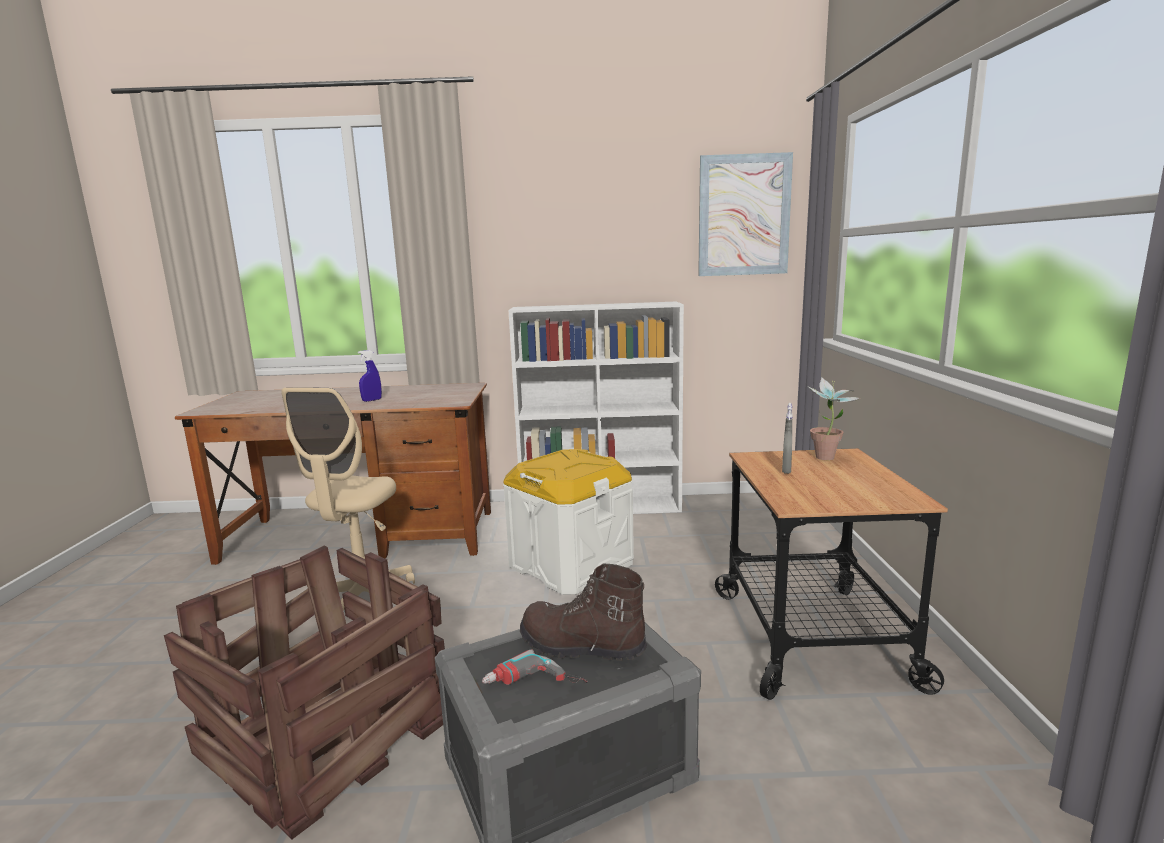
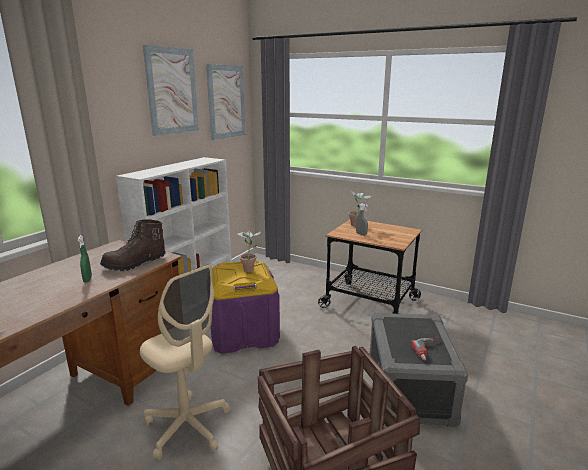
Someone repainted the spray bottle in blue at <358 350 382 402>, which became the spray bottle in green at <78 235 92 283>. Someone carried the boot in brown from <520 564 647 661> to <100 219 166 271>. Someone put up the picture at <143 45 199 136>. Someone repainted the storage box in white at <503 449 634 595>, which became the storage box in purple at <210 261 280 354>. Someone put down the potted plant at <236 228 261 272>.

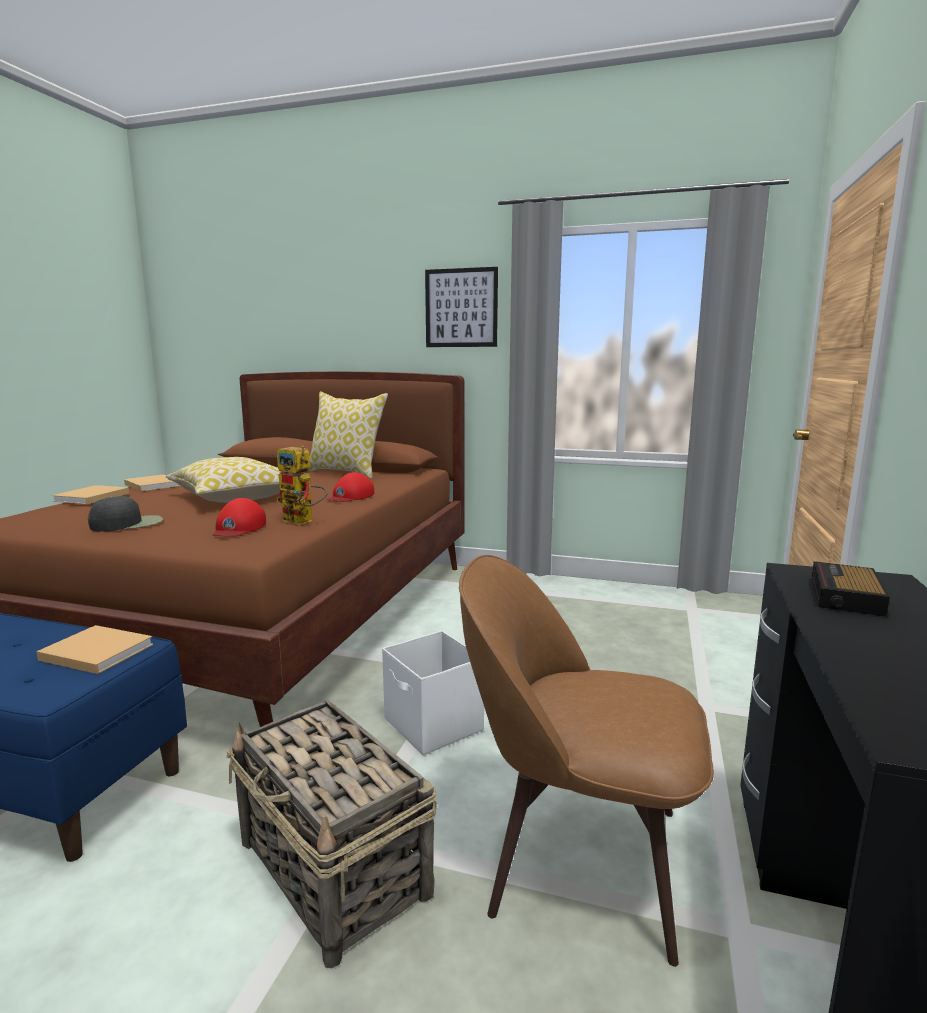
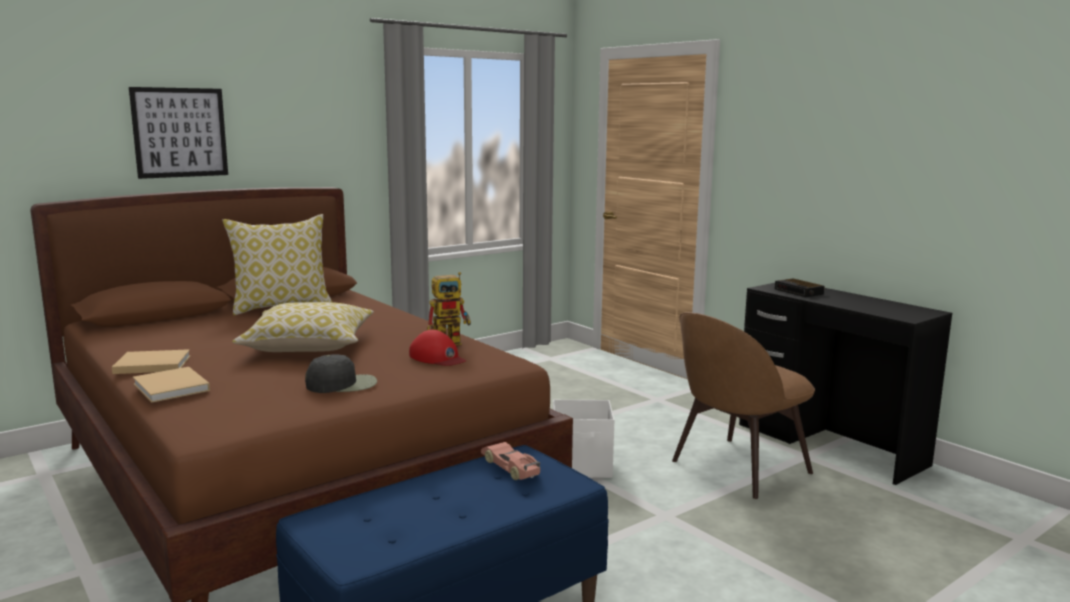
Someone carried the picture from <425 267 498 347> to <129 87 228 179>. Someone rotated the cap in black at <88 496 163 532> by 75 degrees clockwise. Someone swapped the book in beige at <36 625 153 674> for the toy car at <481 442 540 480>. Someone took away the basket at <226 700 437 968>. Someone took away the cap in red at <327 472 374 502>.

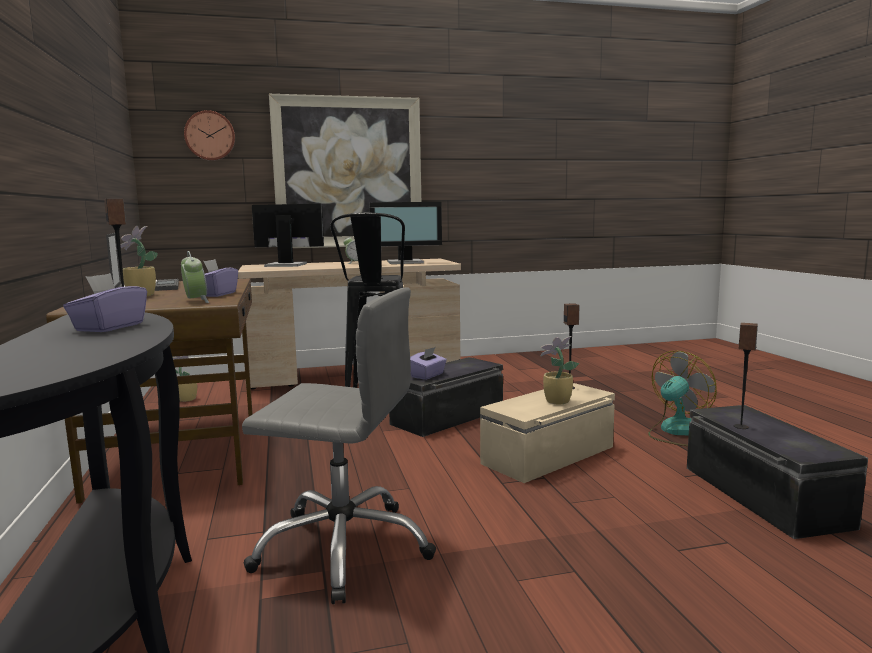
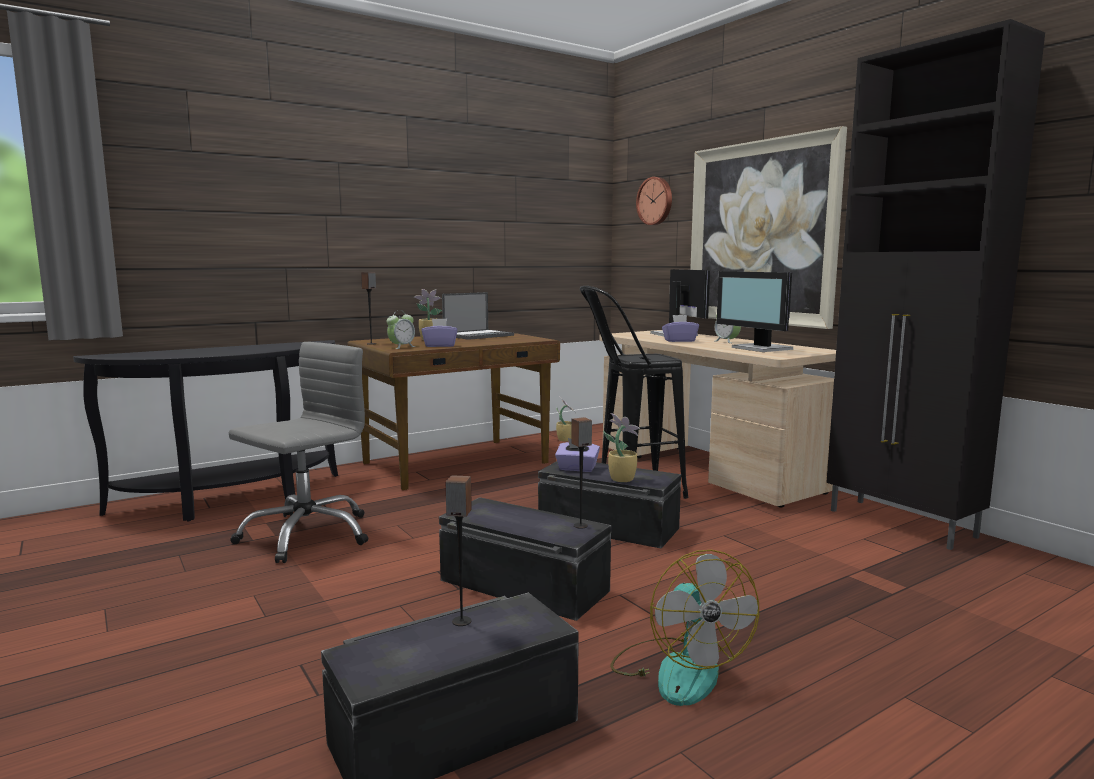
Someone rotated the office chair in grey at <242 287 436 604> by 135 degrees counterclockwise. Someone repainted the storage box in beige at <480 383 615 483>, which became the storage box in black at <439 497 611 621>. Someone carried the potted plant from <540 336 579 405> to <603 413 640 482>. Someone rotated the fan at <648 350 717 446> by 45 degrees clockwise. Someone carried the tissue box in purple from <63 273 147 332> to <662 315 699 342>. Someone put down the cabinet in black at <826 19 1045 550>.

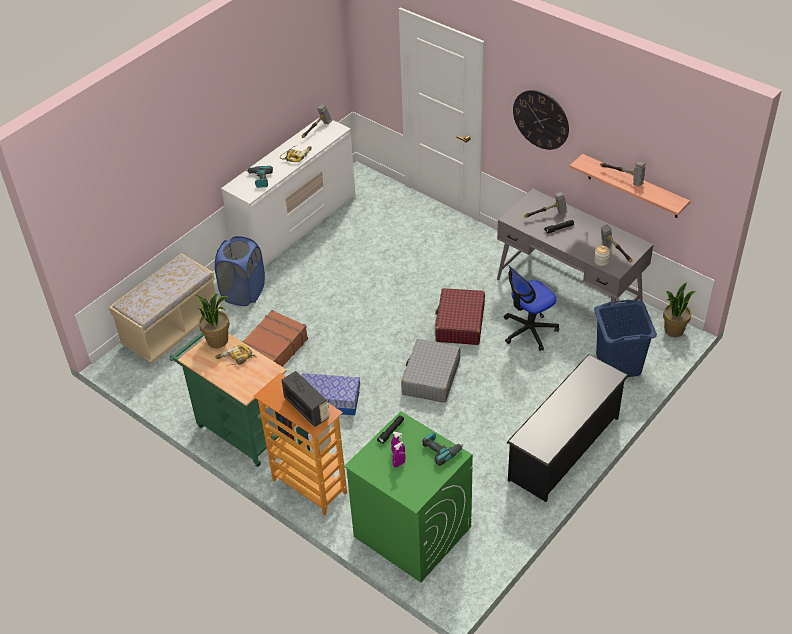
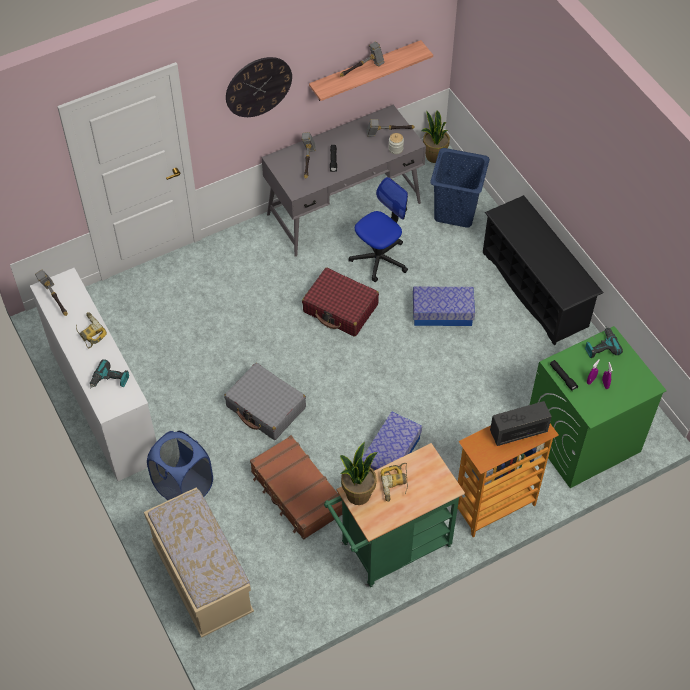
Someone carried the suitcase in grey from <401 339 460 403> to <224 363 306 440>. Someone rotated the office chair at <504 265 559 351> by 120 degrees counterclockwise. Someone put down the storage box at <413 287 475 326>.

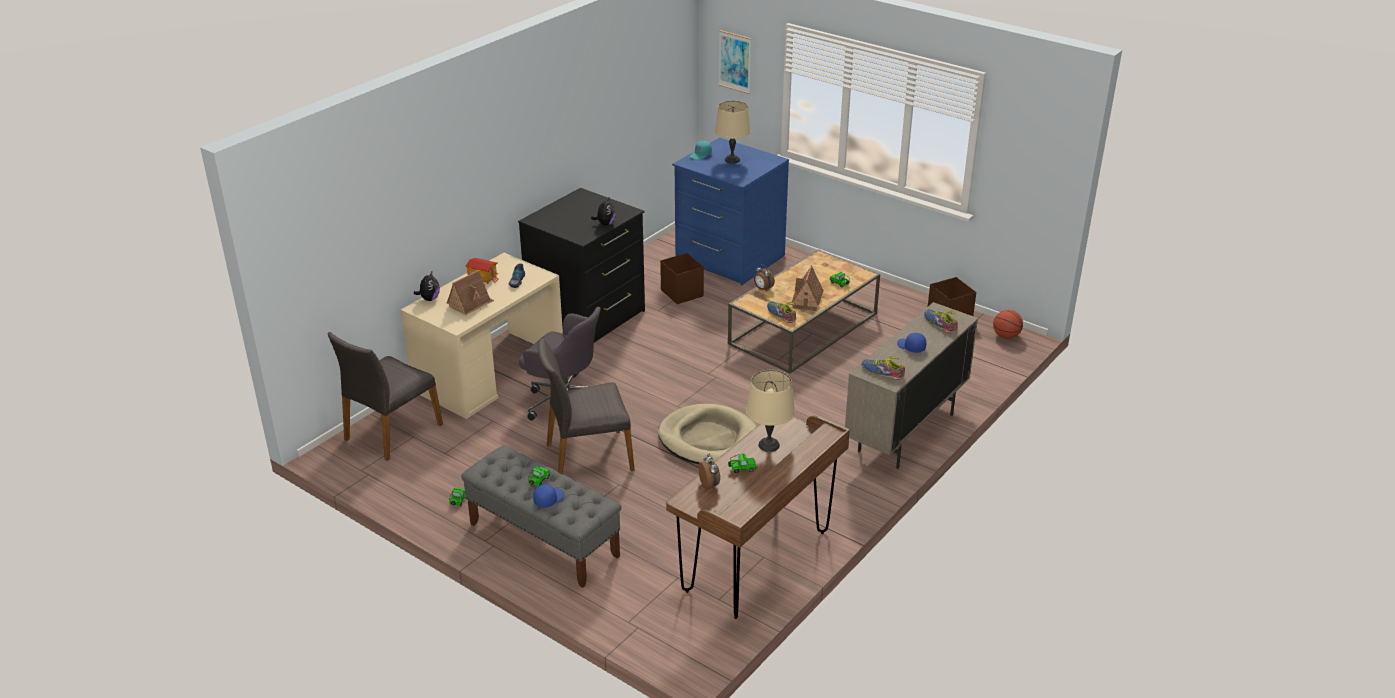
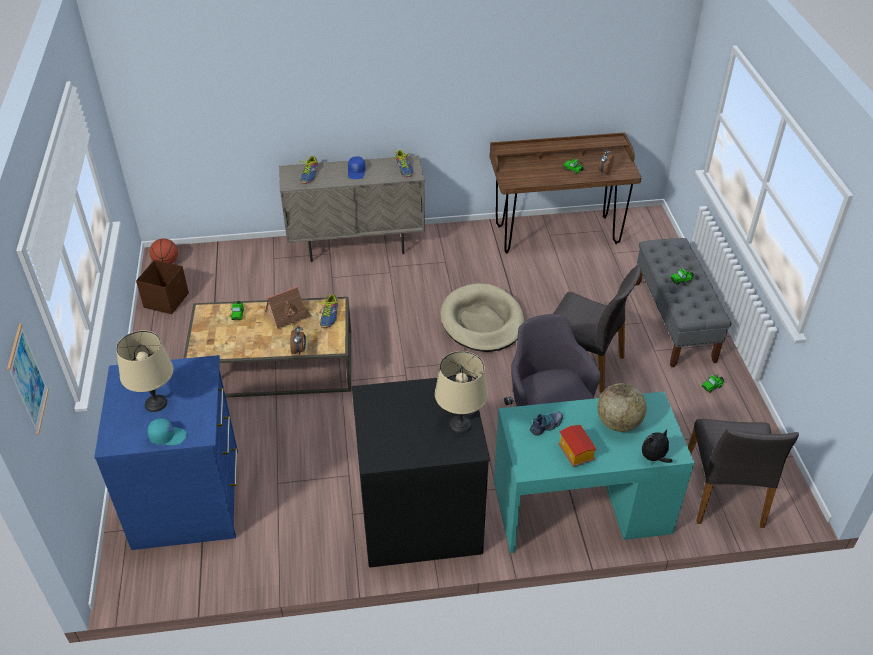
Someone carried the table lamp in beige from <746 370 795 452> to <435 351 488 434>. Someone repainted the desk in beige at <401 253 563 419>, which became the desk in turquoise at <494 392 694 553>. Someone swapped the toy house at <447 270 494 315> for the globe at <597 383 647 432>. Someone rotated the chair in grey at <328 332 443 461> by 105 degrees clockwise. Someone took away the cap in blue at <533 484 564 508>. Someone took away the plush toy at <591 198 616 226>. Someone took away the storage box in brown at <660 253 704 304>.

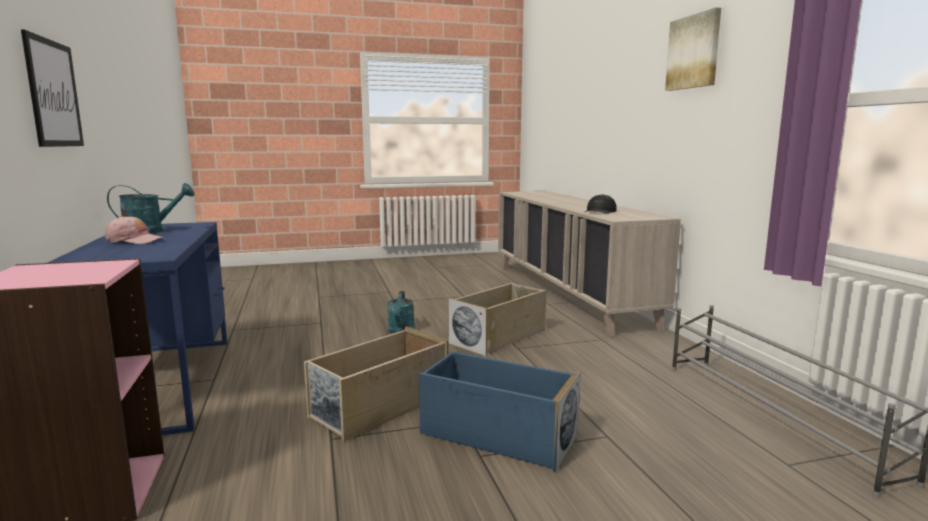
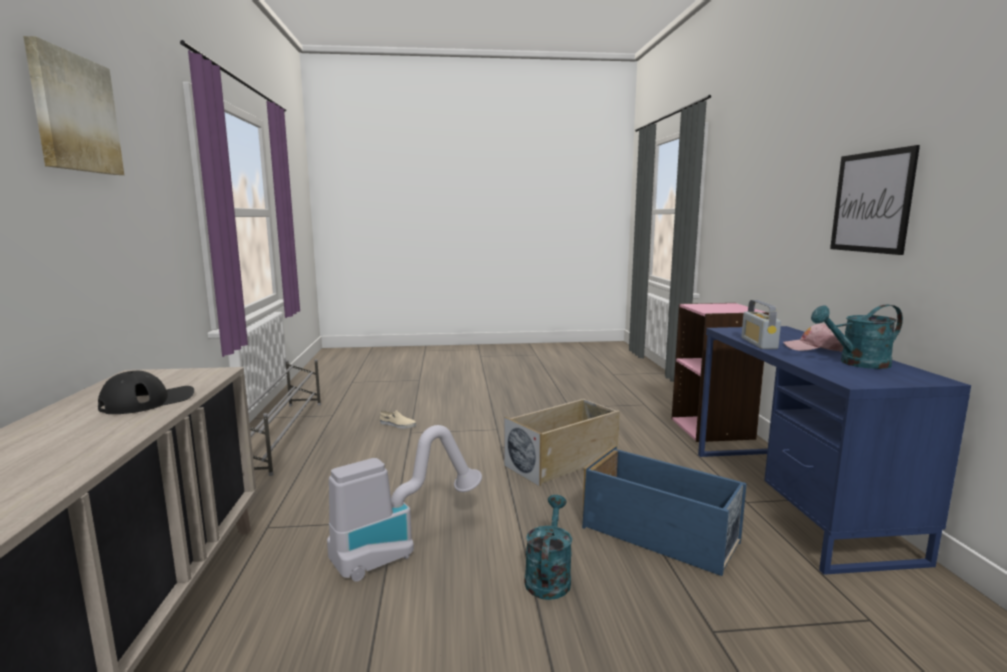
Someone swapped the storage box in beige at <448 283 546 356> for the vacuum cleaner at <327 425 482 582>. Someone put down the shoe in beige at <380 410 416 429>. Someone carried the storage box in blue from <419 351 581 472> to <582 445 747 576>. Someone put down the radio at <741 300 781 349>.

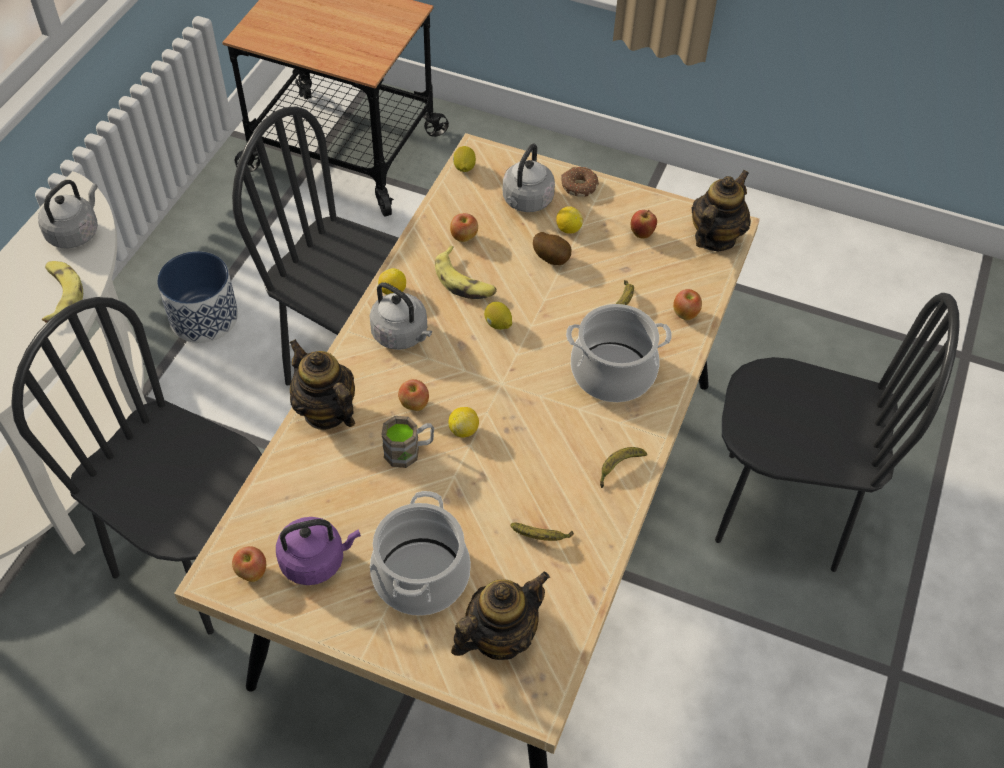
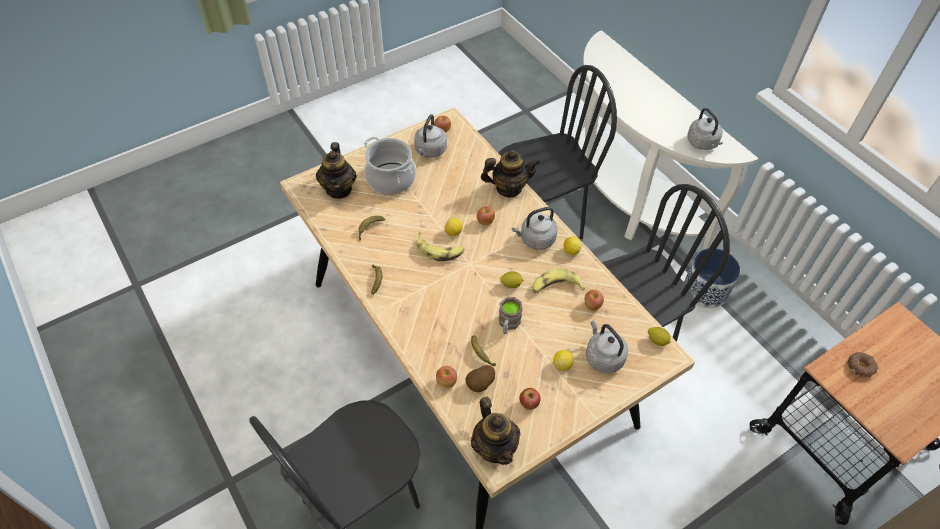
Someone repainted the kettle in purple at <276 517 361 585>, which became the kettle in grey at <414 114 447 158>. Someone carried the banana from <42 261 83 323> to <416 232 464 261>. Someone carried the potato from <533 232 571 265> to <465 365 495 392>. Someone carried the mug in brown from <381 416 434 468> to <499 297 523 334>. Someone carried the donut from <561 167 599 197> to <847 352 878 377>. Someone took away the cooking pot at <566 304 672 402>.

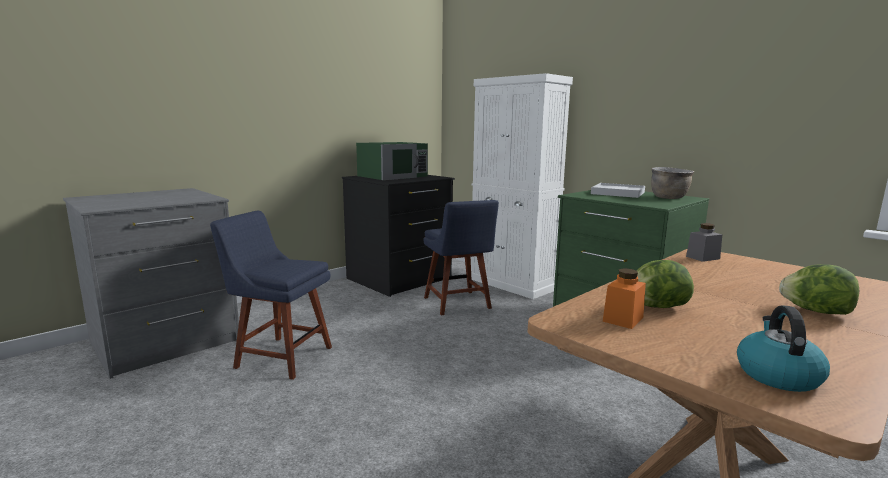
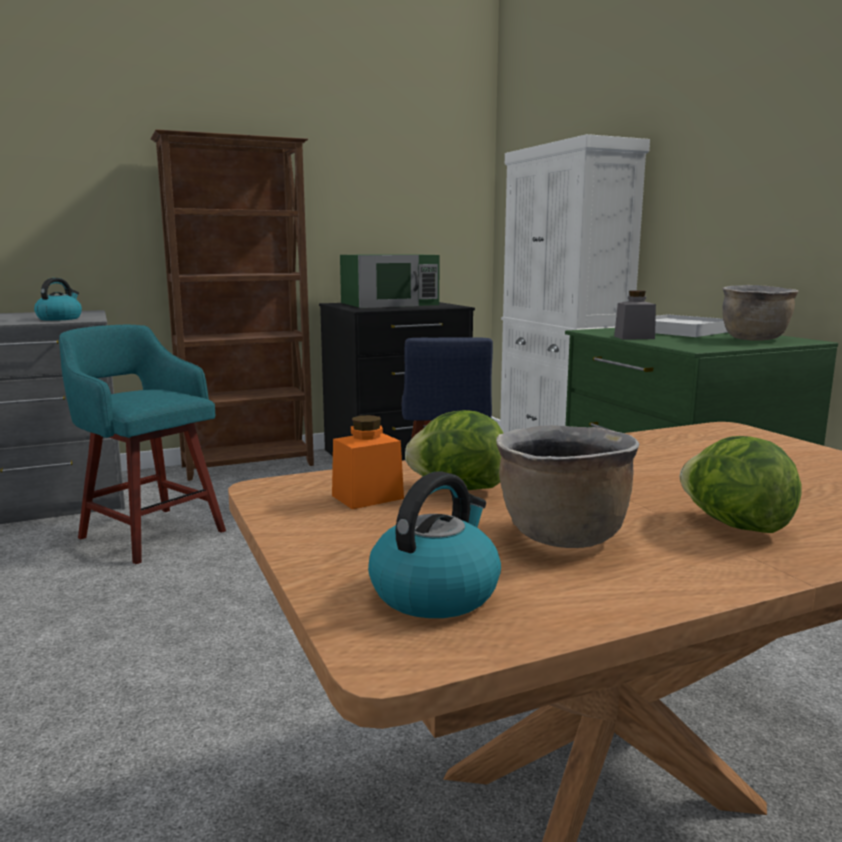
Someone put down the kettle at <34 278 82 321>. Someone swapped the chair in blue at <210 211 332 380> for the stool in turquoise at <59 325 226 564>. Someone put down the bookcase in brown at <151 129 314 481>. Someone put down the cooking pot in brown at <496 425 639 548>. Someone carried the jar in grey from <686 223 722 262> to <614 290 656 339>.

